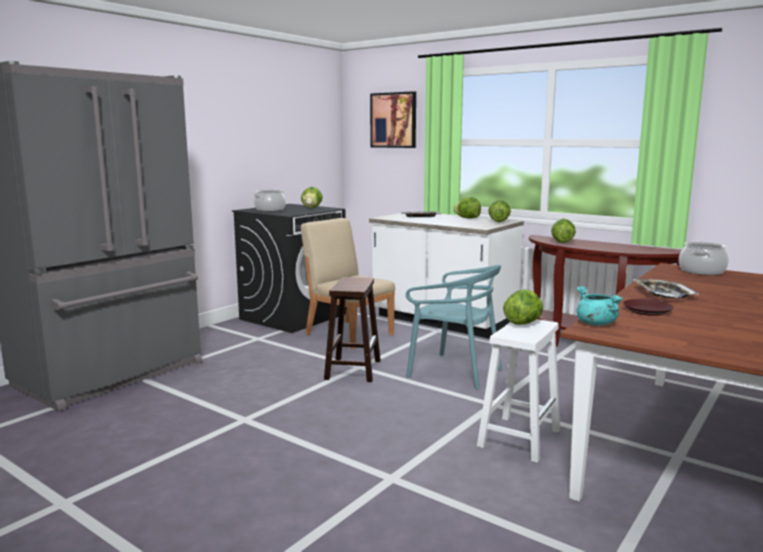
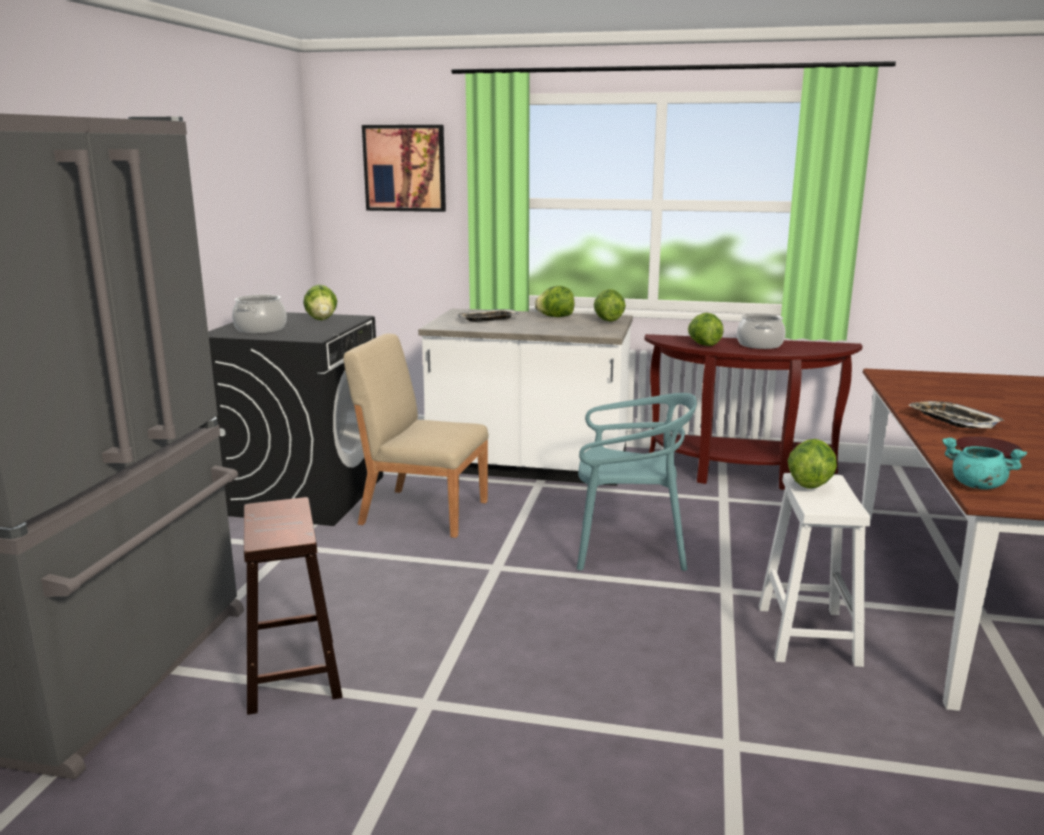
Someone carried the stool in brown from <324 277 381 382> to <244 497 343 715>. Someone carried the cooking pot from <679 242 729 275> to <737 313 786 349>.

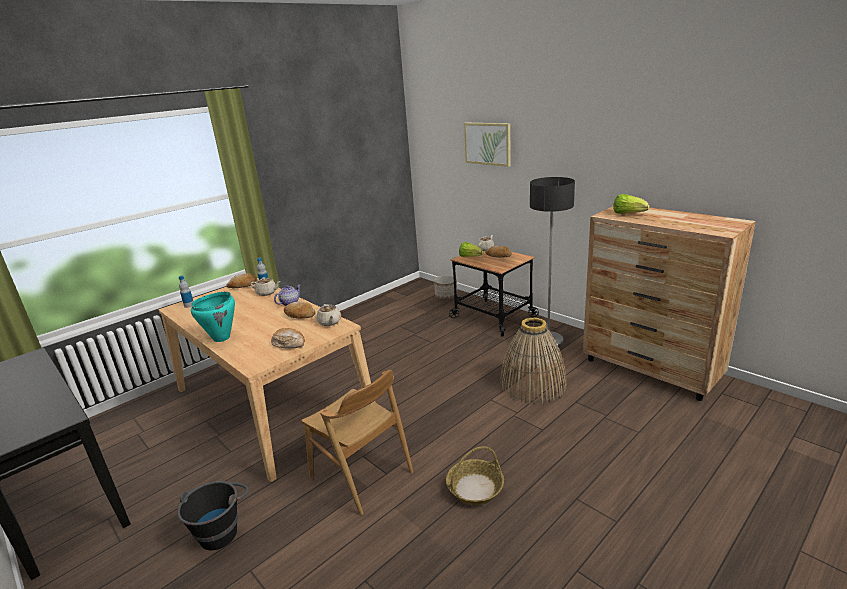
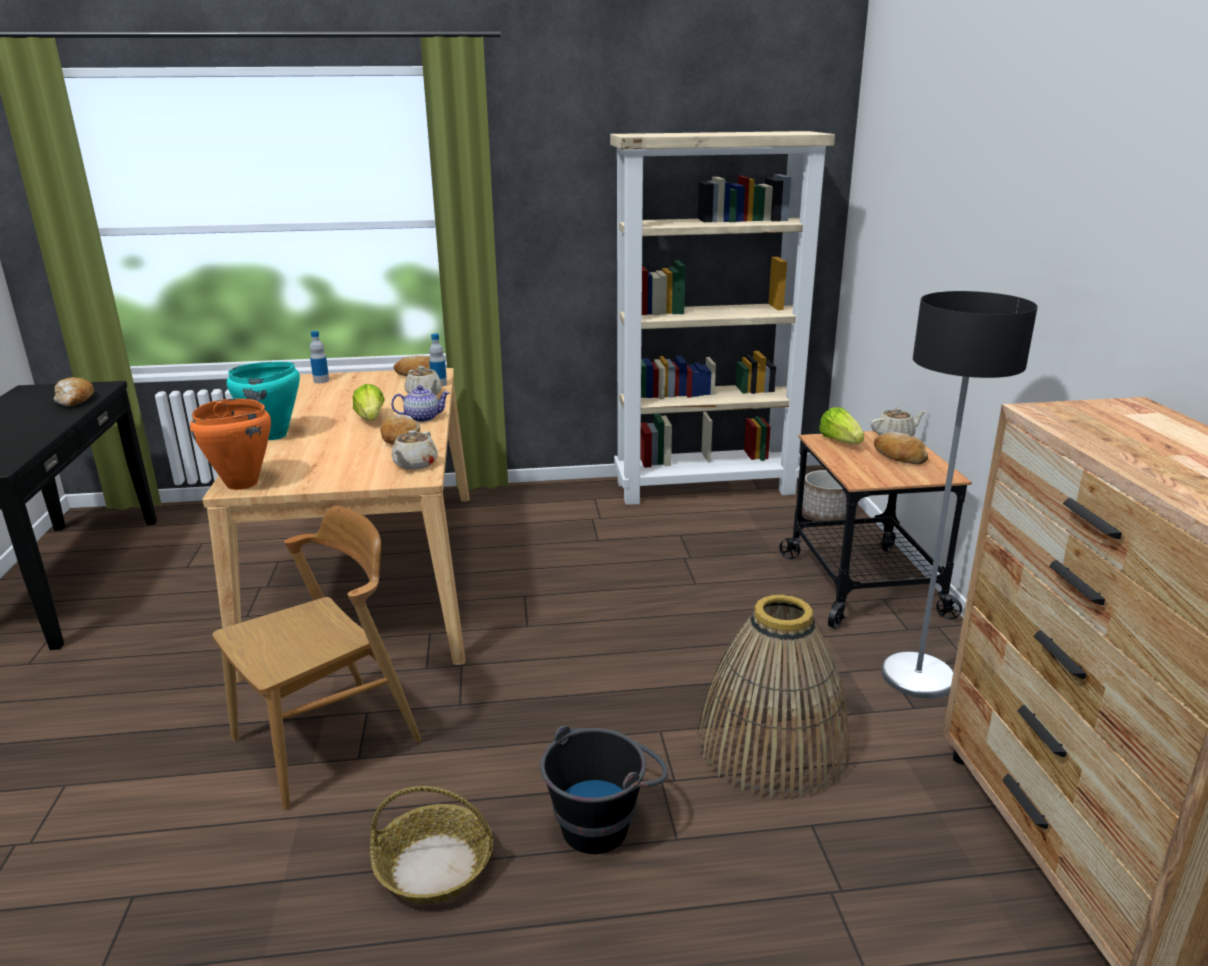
Someone carried the bread from <271 328 305 349> to <54 377 94 406>. Someone put down the cooking pot in orange at <190 398 271 490>. Someone rotated the chair in brown at <301 370 413 515> by 120 degrees counterclockwise. Someone carried the lettuce from <613 194 649 214> to <352 384 385 421>. Someone carried the bucket in black from <177 481 249 550> to <540 726 668 854>. Someone put down the bookcase in beige at <610 131 835 505>. Someone took away the picture at <464 123 511 167>.

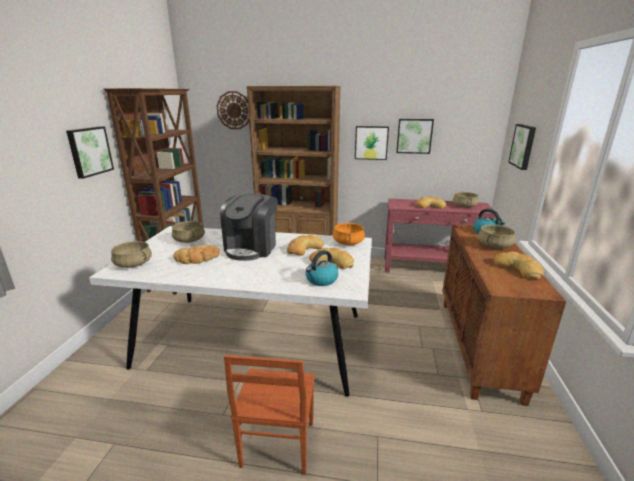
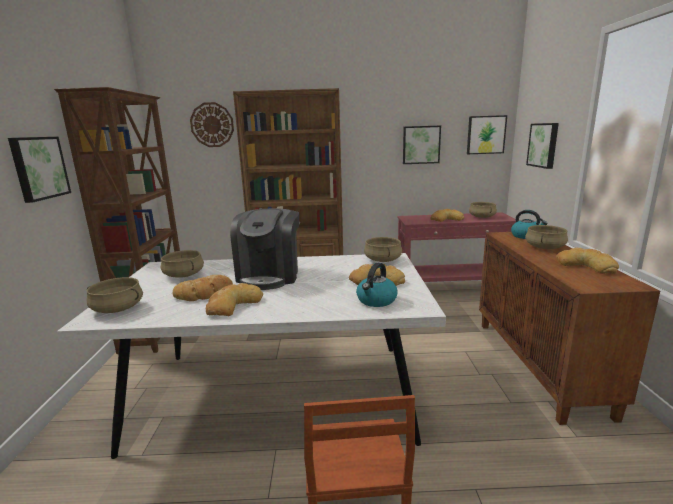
Someone carried the bread from <287 235 324 256> to <206 283 263 316>. Someone repainted the cooking pot in orange at <333 223 365 245>, which became the cooking pot in beige at <364 237 402 262>. Someone carried the picture from <355 126 389 160> to <467 115 507 154>.

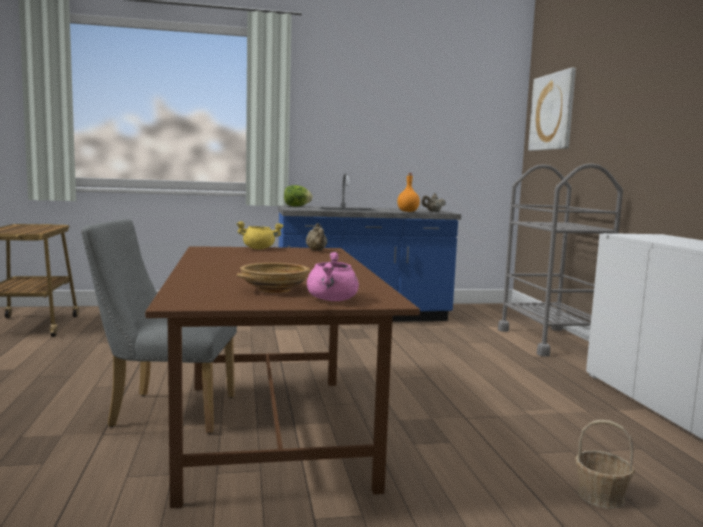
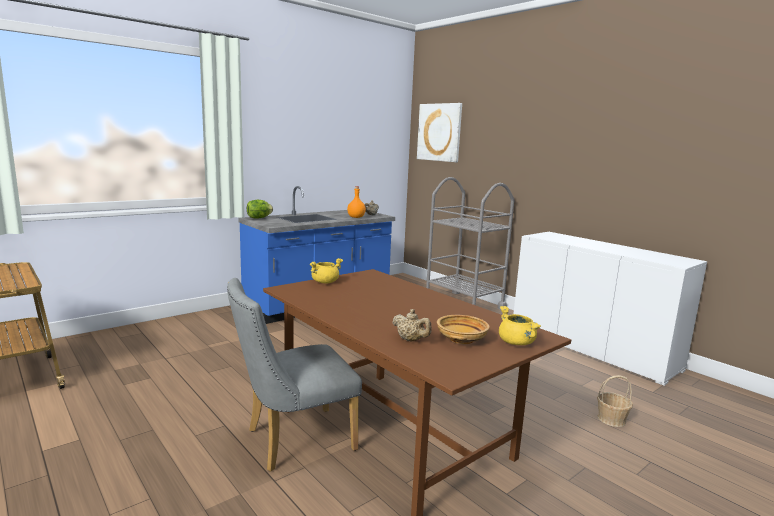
Someone carried the teapot in beige from <306 223 327 251> to <392 309 432 342>. Someone repainted the cooking pot in pink at <307 252 359 301>, which became the cooking pot in yellow at <499 306 541 345>.

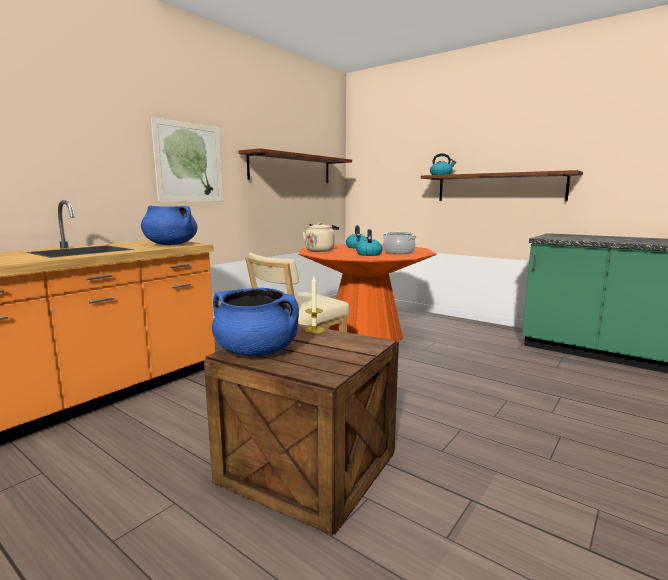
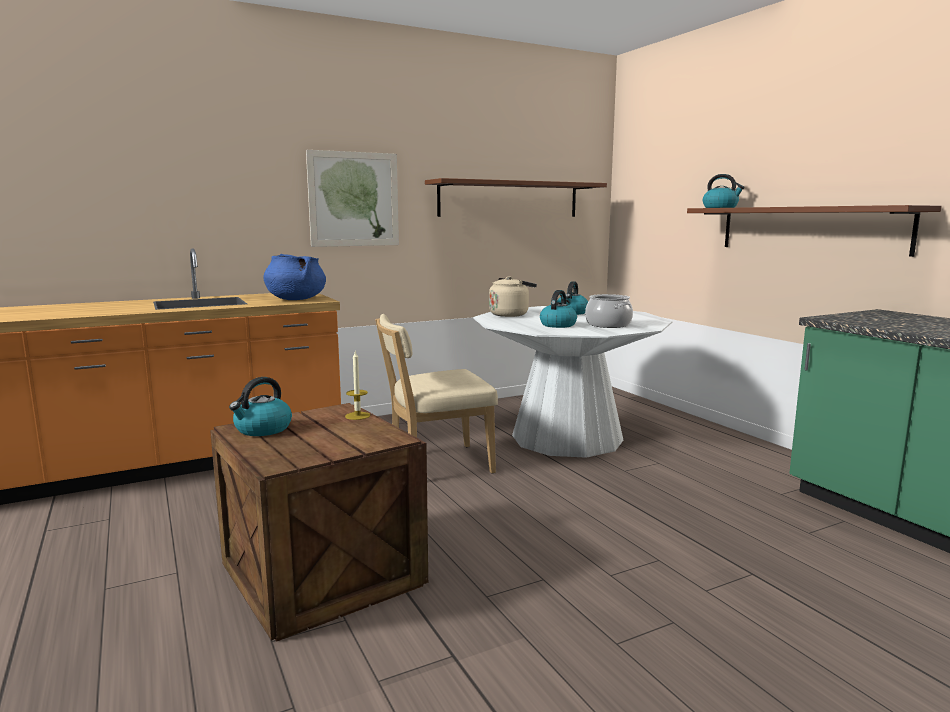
Someone swapped the cooking pot in blue at <212 288 299 356> for the kettle at <229 377 292 436>. Someone repainted the dining table in orange at <298 244 437 341>, which became the dining table in white at <473 306 672 458>.

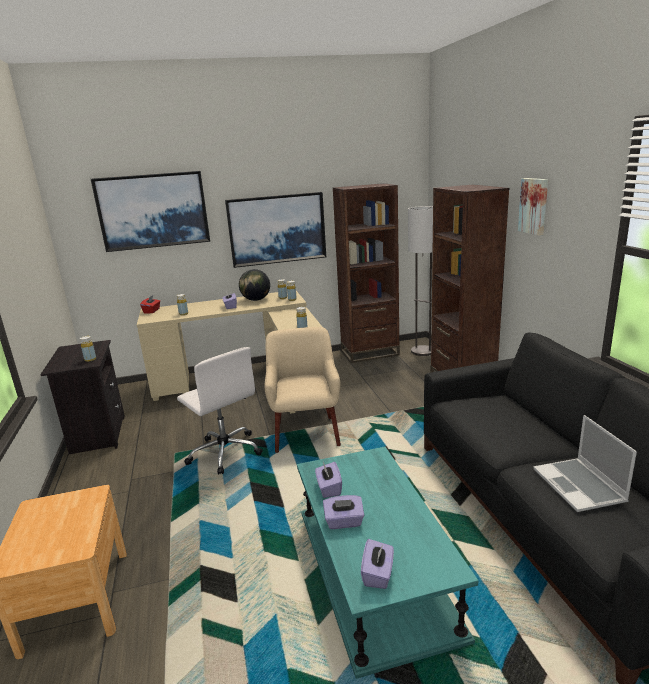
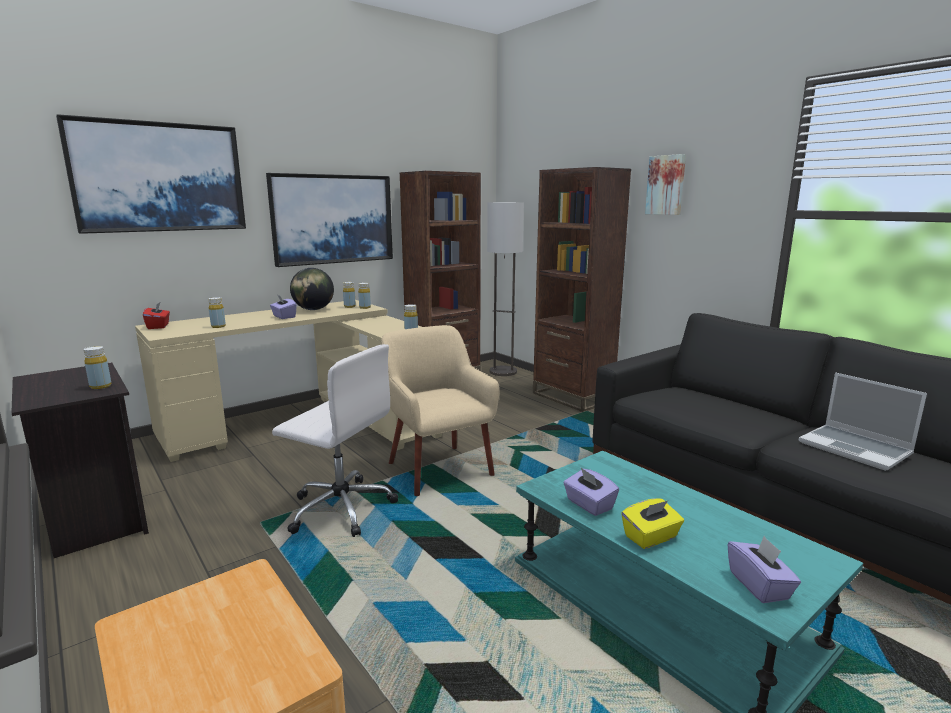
Someone repainted the tissue box in purple at <323 495 364 529>, which became the tissue box in yellow at <621 498 684 549>.

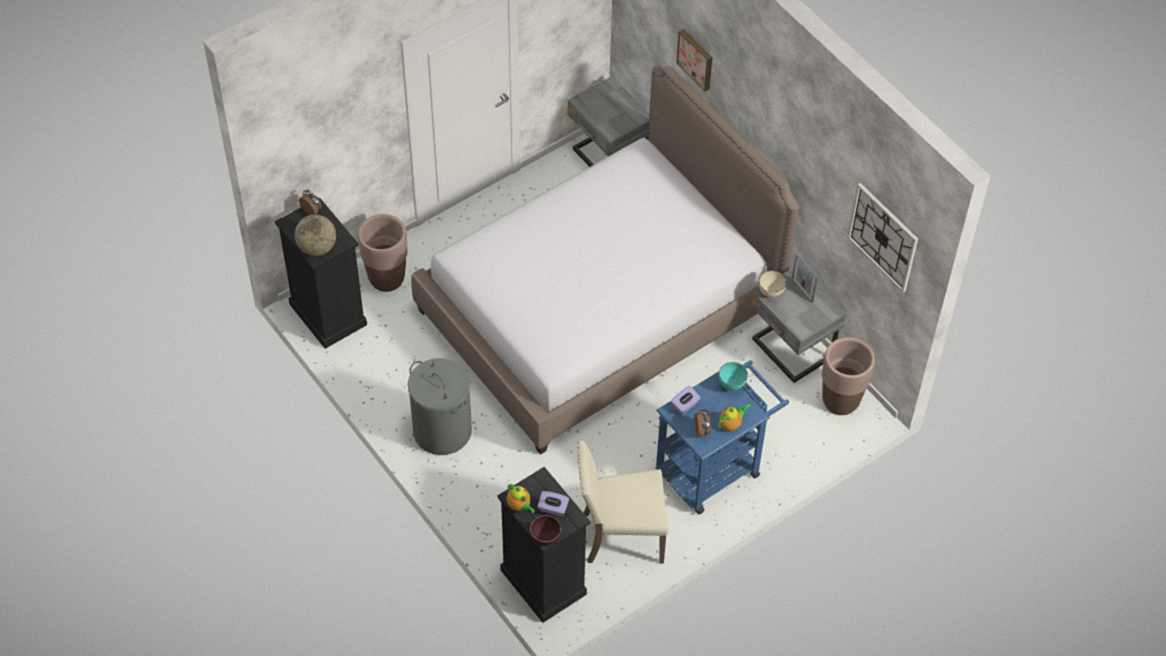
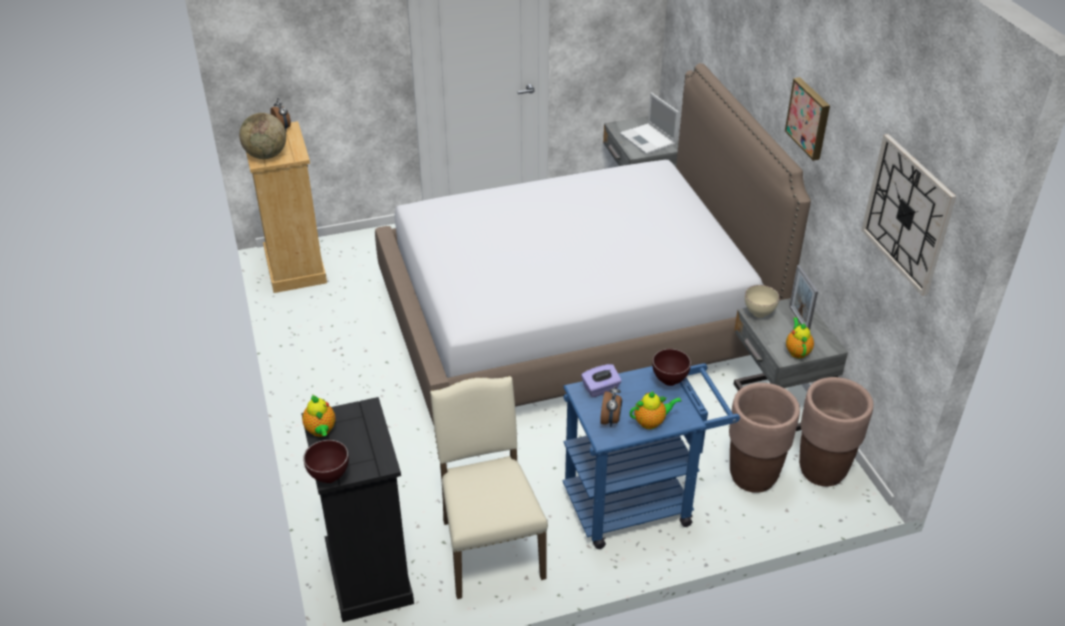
Someone repainted the dresser in black at <275 197 367 349>, which became the dresser in beige at <246 121 327 293>. Someone rotated the chair in beige at <577 441 668 564> by 60 degrees clockwise. Someone put down the laptop at <620 93 679 154>. Someone repainted the bowl in turquoise at <719 362 748 390>, which became the bowl in brown at <652 349 691 386>. Someone carried the planter in brown from <358 214 408 292> to <729 383 800 493>. Someone carried the picture from <676 29 713 91> to <785 77 830 161>. Someone put down the teapot at <786 318 814 359>. Someone took away the laundry basket in grey at <408 358 472 455>. Someone took away the tissue box in purple at <538 491 569 517>.

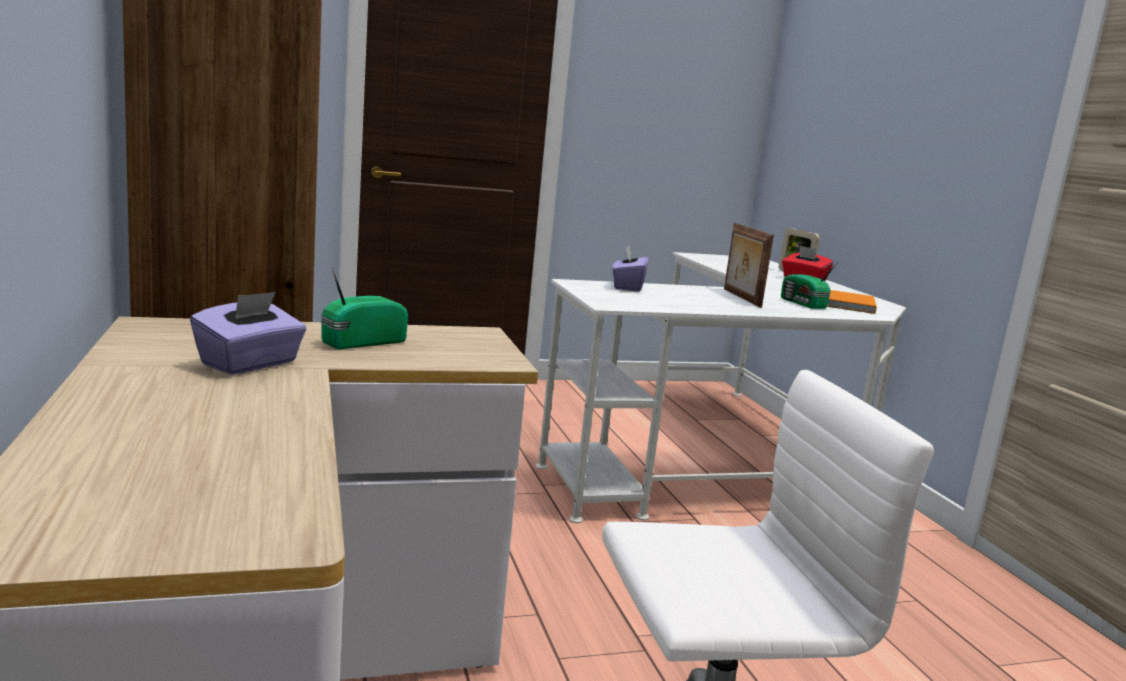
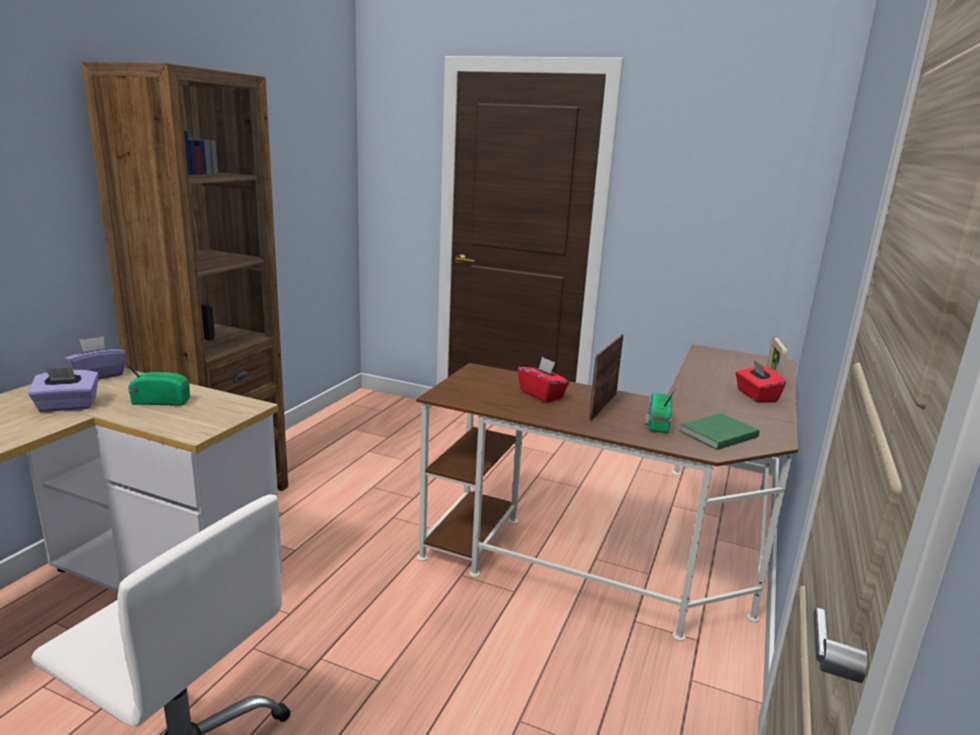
Someone carried the tissue box in purple from <612 246 649 292> to <64 336 126 380>. Someone repainted the desk in white at <536 252 906 523>, which became the desk in brown at <416 344 798 641>. Someone put down the tissue box in red at <517 357 569 403>. Someone repainted the book in orange at <827 290 877 314>, which became the book in green at <679 413 760 450>.

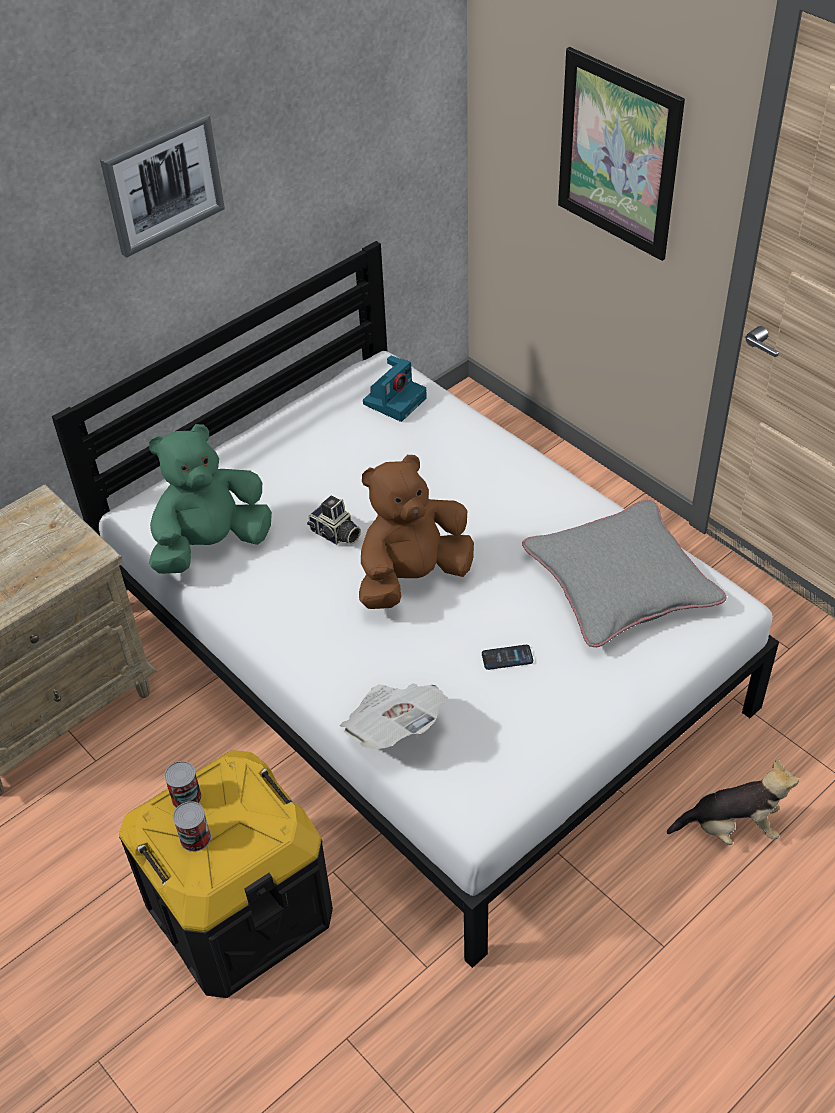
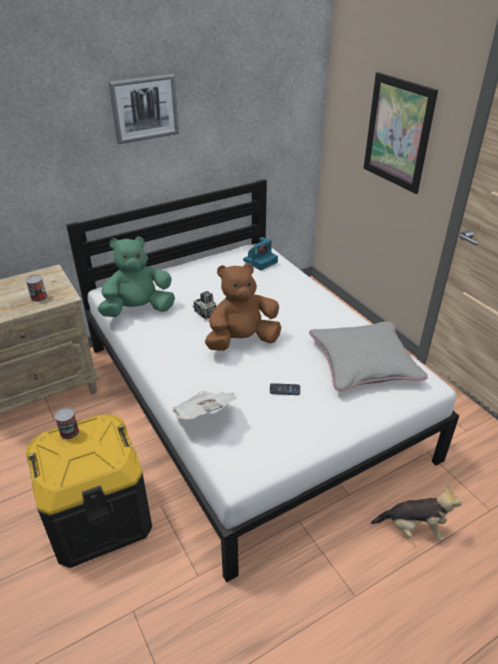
Someone carried the can from <173 801 211 852> to <26 275 47 302>.

